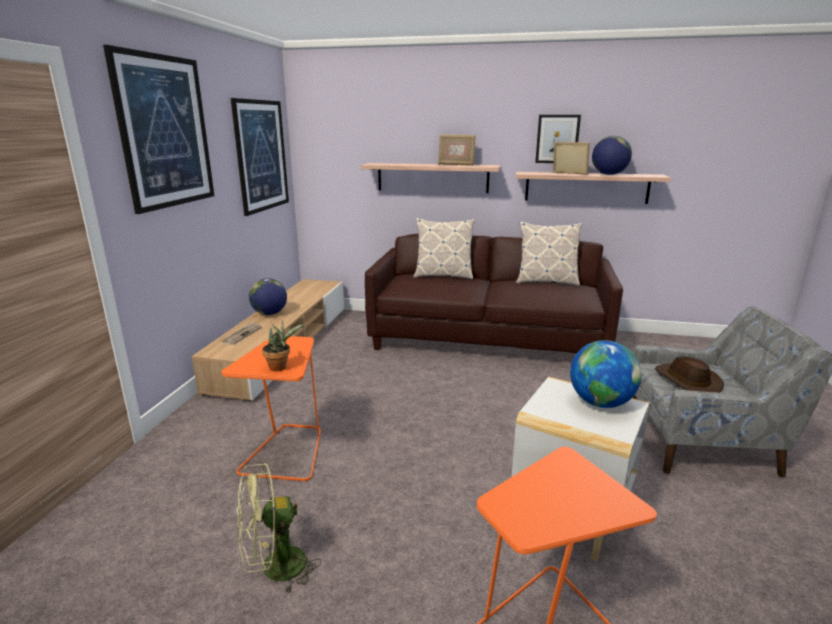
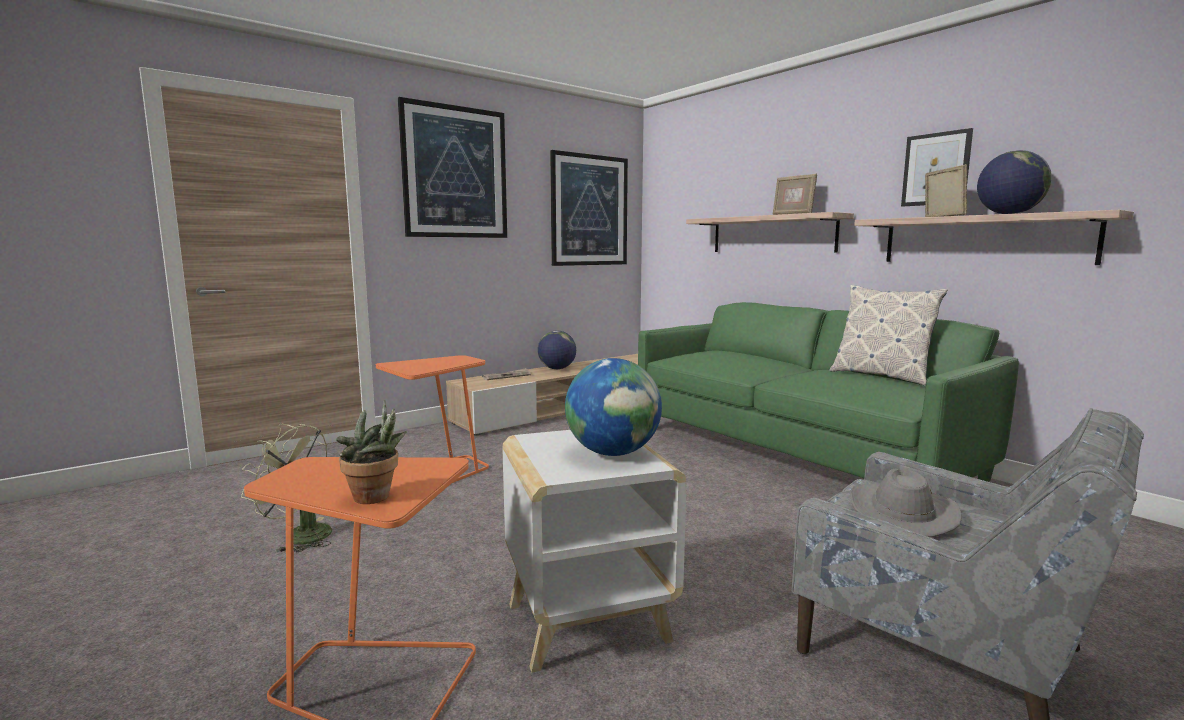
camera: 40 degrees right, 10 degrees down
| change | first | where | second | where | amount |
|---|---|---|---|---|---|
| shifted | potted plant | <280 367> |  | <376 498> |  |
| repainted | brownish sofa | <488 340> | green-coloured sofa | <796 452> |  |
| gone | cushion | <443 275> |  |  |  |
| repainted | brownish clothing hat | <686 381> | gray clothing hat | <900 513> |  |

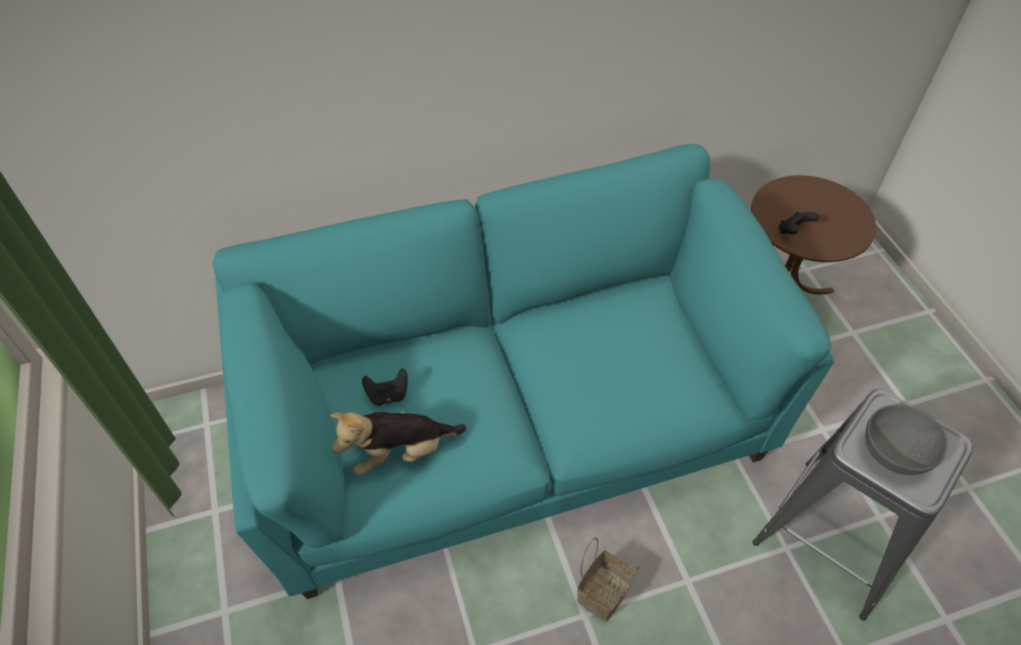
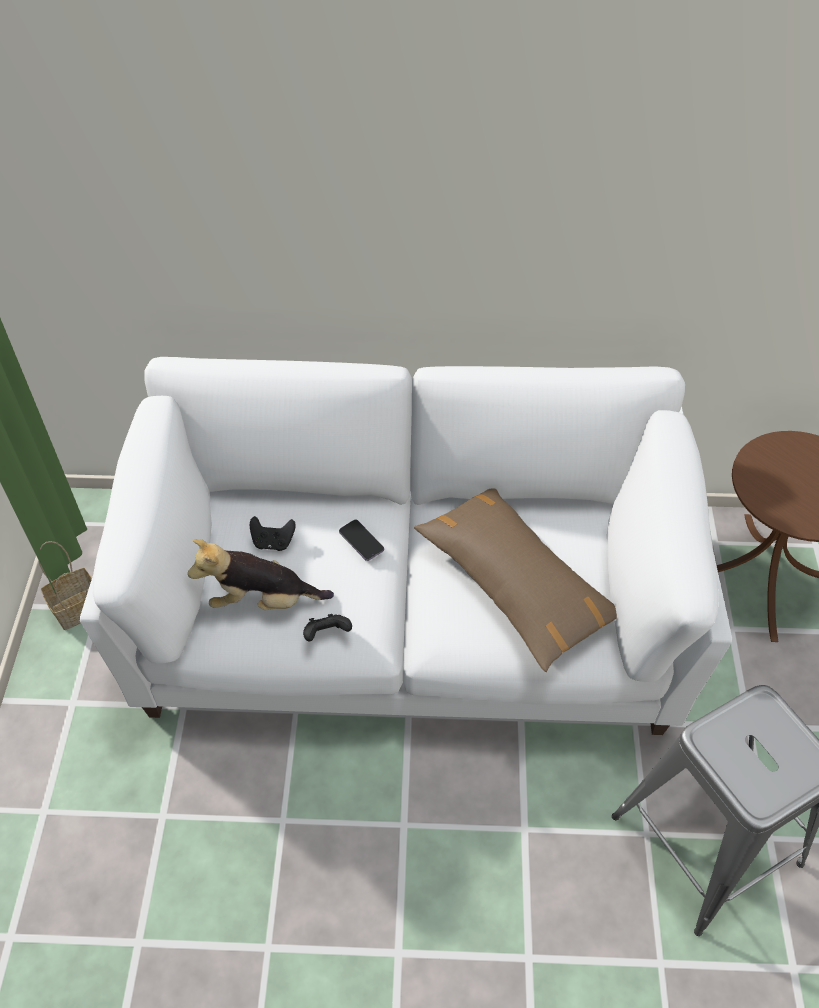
camera: 20 degrees right, 0 degrees up
| change | first | where | second | where | amount |
|---|---|---|---|---|---|
| repainted | turquoise sofa | <509 423> | whitish sofa | <409 613> |  |
| shifted | storage basket | <603 591> |  | <79 607> |  |
| shifted | blackish joypad | <793 231> |  | <327 634> |  |
| gone | gray deep dish | <896 454> |  |  |  |
| new |  |  | handset | <361 541> |  |
| new |  |  | brownish cushion | <515 584> |  |

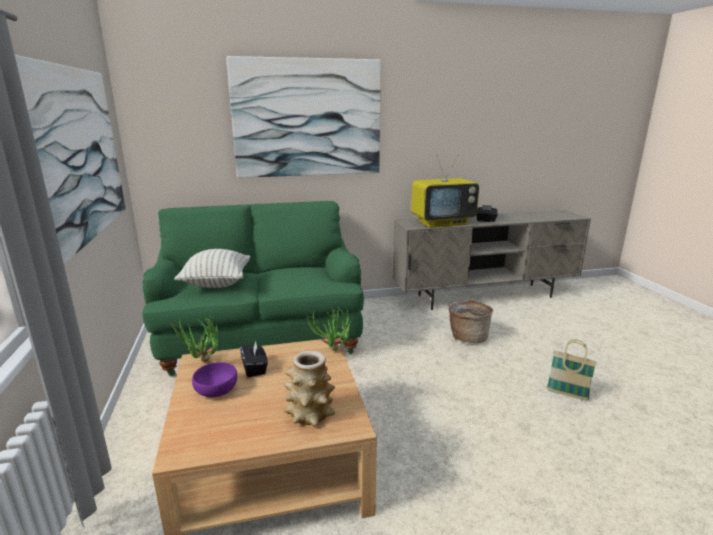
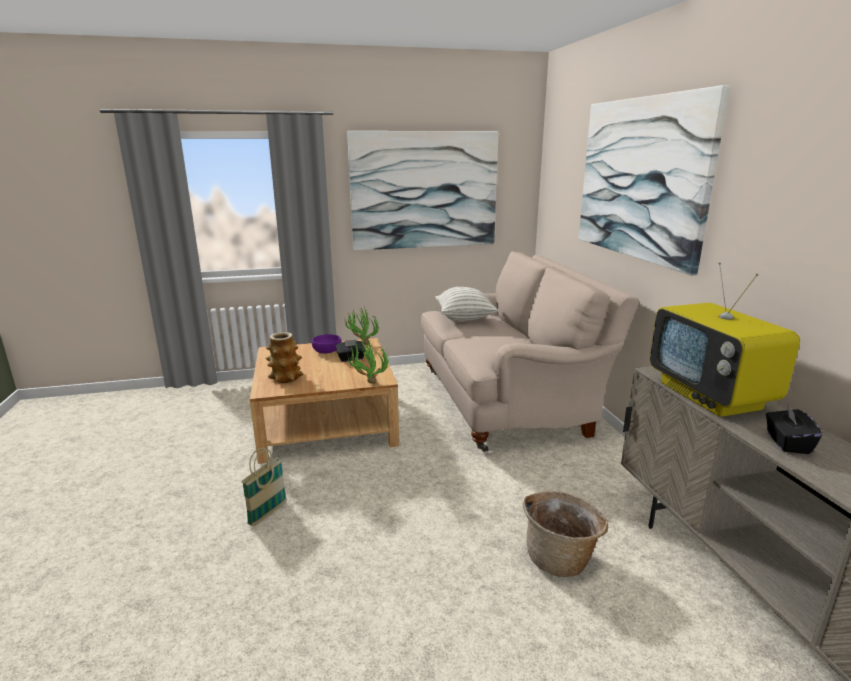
camera: 90 degrees right, 0 degrees up
| change | first | where | second | where | amount |
|---|---|---|---|---|---|
| repainted | green-coloured sofa | <262 337> | beige sofa | <508 401> |  |
| shifted | storage basket | <567 394> |  | <268 514> |  |

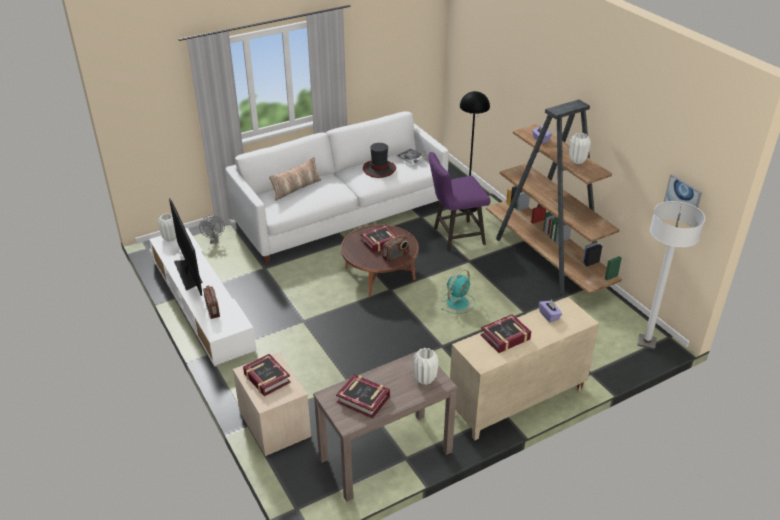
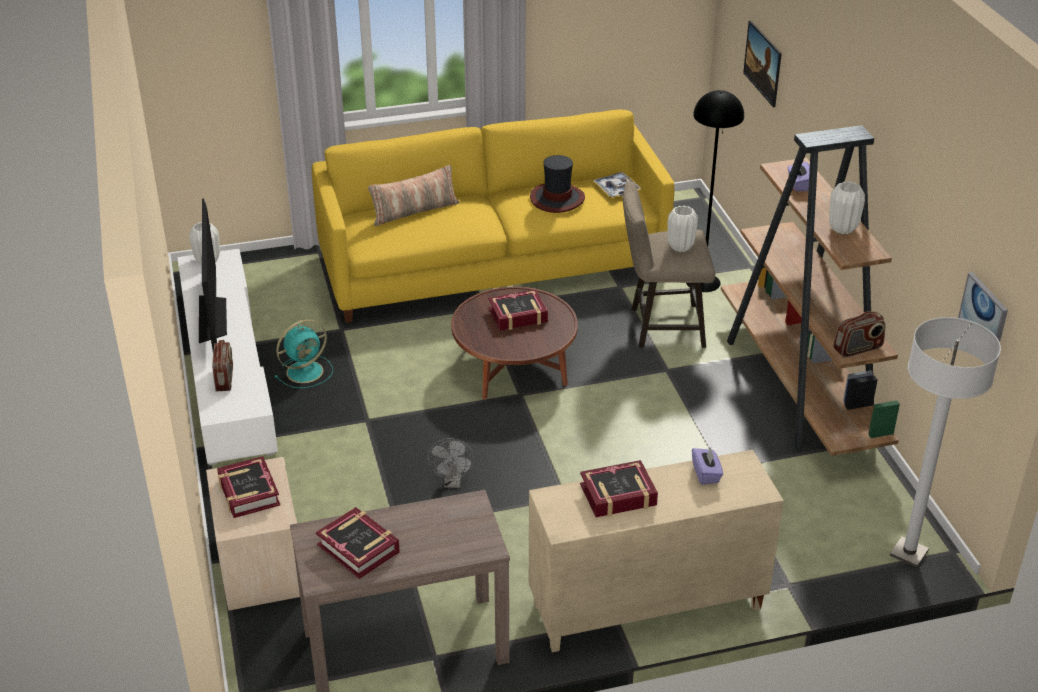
camera: 15 degrees right, 0 degrees up
| change | first | where | second | where | amount |
|---|---|---|---|---|---|
| shifted | gray fan | <214 240> |  | <453 482> |  |
| repainted | whitish sofa | <341 215> | yellowish sofa | <493 264> |  |
| shifted | radio set | <396 256> |  | <858 349> |  |
| shifted | whitish decorative vase | <424 379> |  | <680 247> |  |
| repainted | purplish stool | <455 236> | beige stool | <661 327> |  |
| shifted | turquoise fan | <458 302> |  | <306 371> |  |
| new |  |  | wall picture | <761 76> |  |

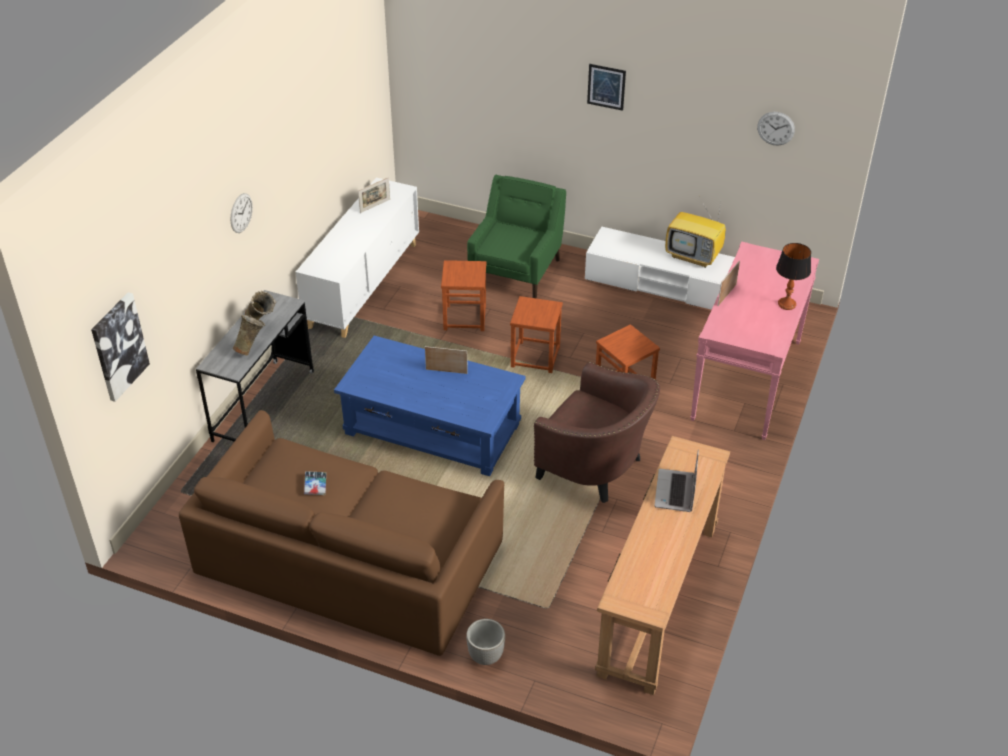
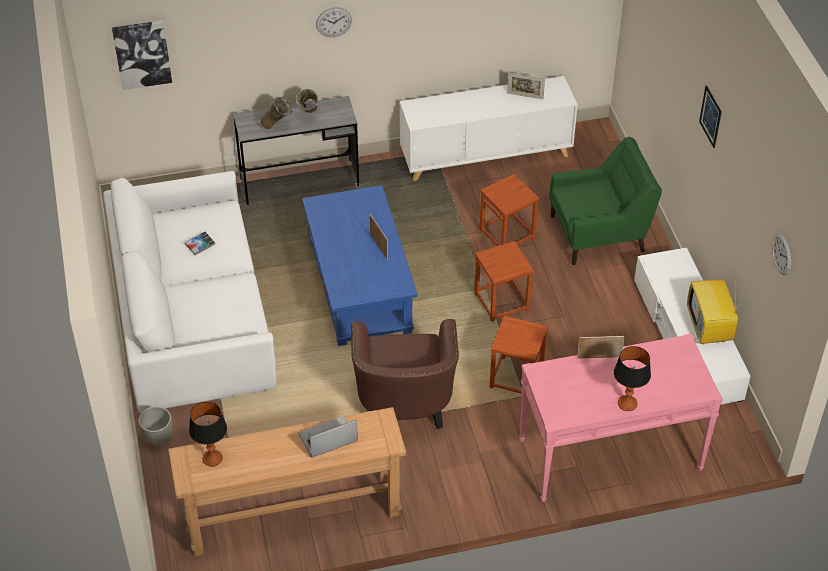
camera: 55 degrees right, 5 degrees up
| change | first | where | second | where | amount |
|---|---|---|---|---|---|
| repainted | brownish sofa | <348 557> | whitish sofa | <191 313> |  |
| new |  |  | tabletop lamp | <213 458> |  |

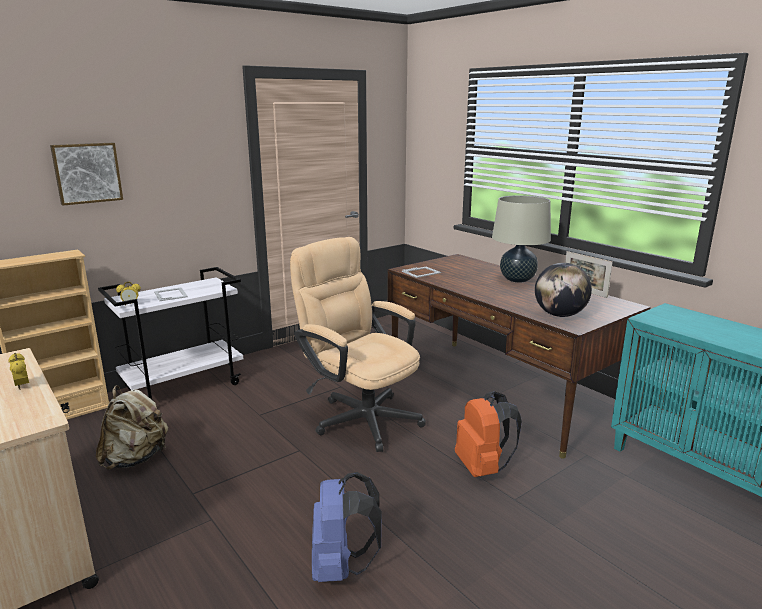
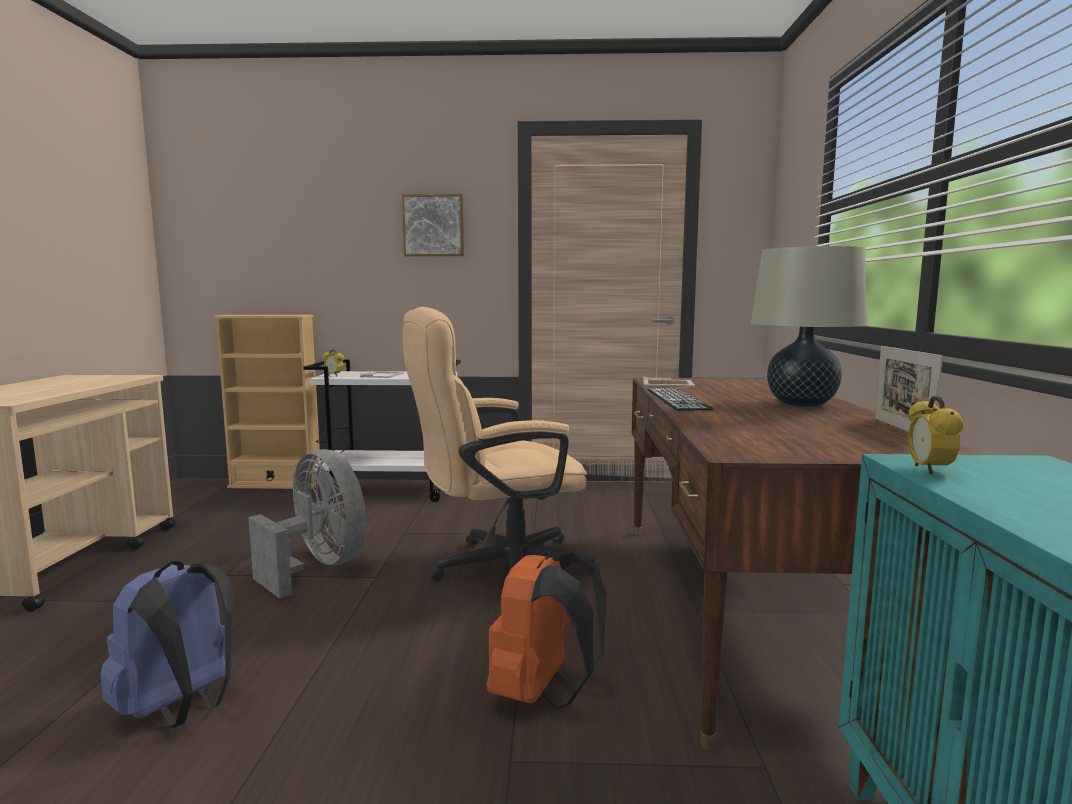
camera: 40 degrees right, 10 degrees down
| change | first | where | second | where | amount |
|---|---|---|---|---|---|
| shifted | bedside clock | <22 386> |  | <929 470> |  |
| shifted | wall picture | <87 173> |  | <433 225> |  |
| gone | beige rucksack | <135 459> |  |  |  |
| rotated | beige desk chair | <360 416> |  | <497 569> | 105 degrees counterclockwise |
| gone | desk globe | <559 315> |  |  |  |
| new |  |  | gray fan | <318 567> |  |
| new |  |  | keyboard | <677 399> |  |

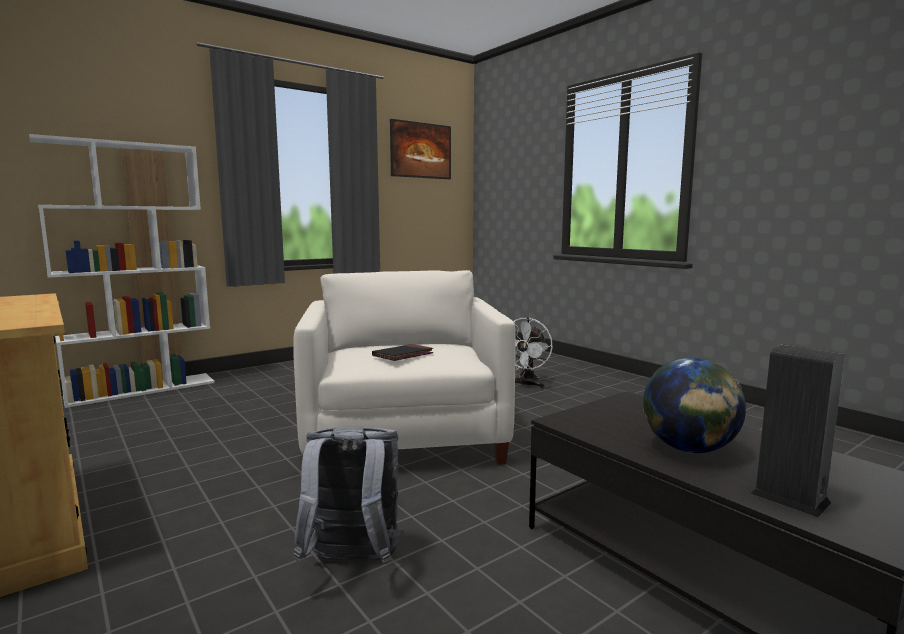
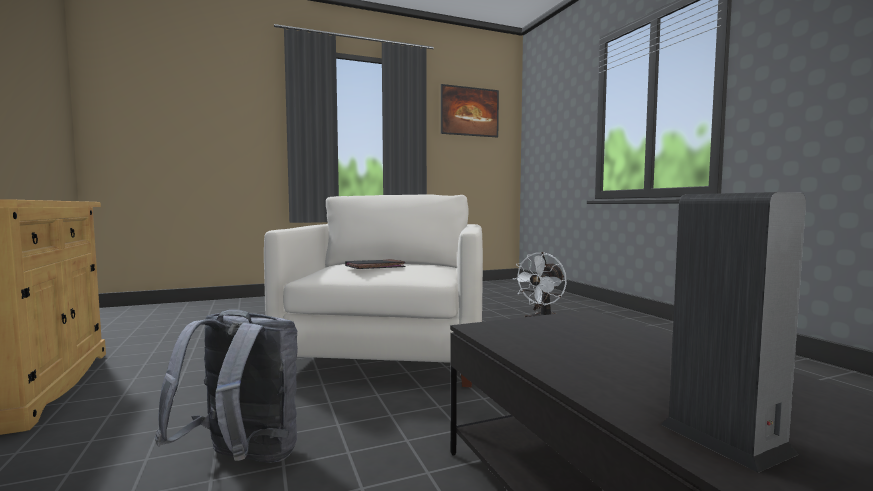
camera: 15 degrees right, 5 degrees down
| change | first | where | second | where | amount |
|---|---|---|---|---|---|
| gone | whitish shelving unit | <142 389> |  |  |  |
| gone | desk globe | <689 449> |  |  |  |

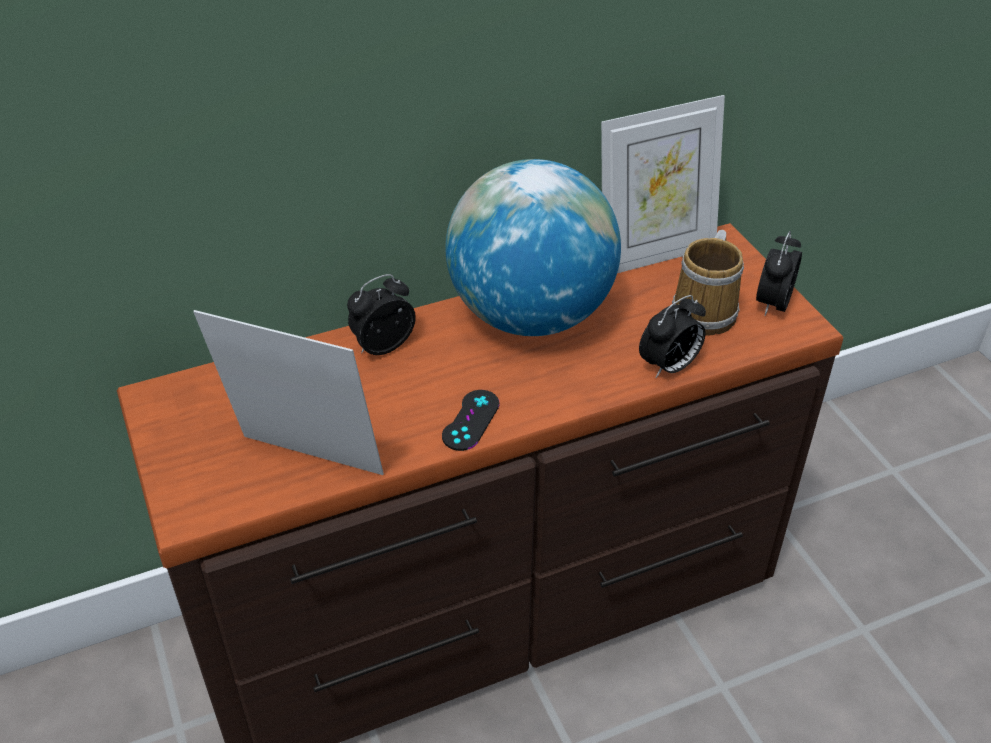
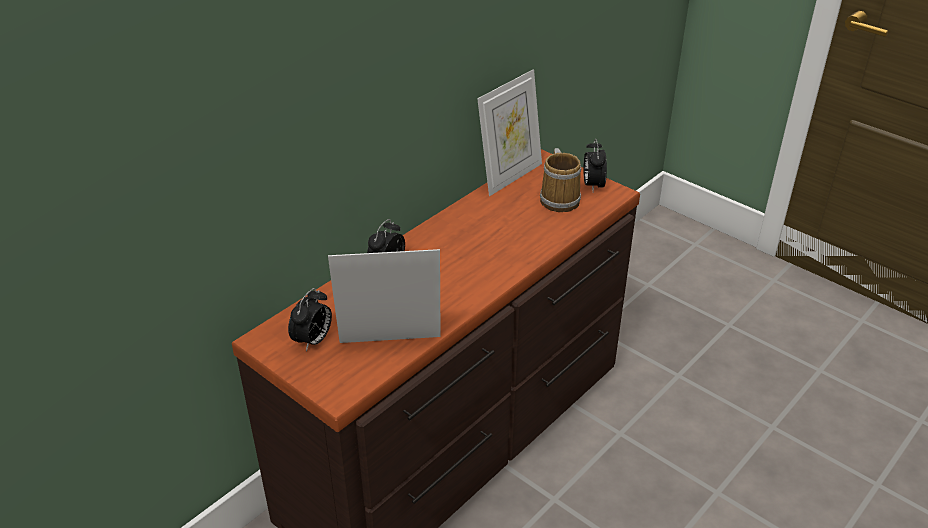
camera: 25 degrees left, 5 degrees down
| change | first | where | second | where | amount |
|---|---|---|---|---|---|
| gone | blackish joypad | <470 420> |  |  |  |
| gone | desk globe | <530 316> |  |  |  |
| shifted | bedside clock | <669 367> |  | <313 341> |  |

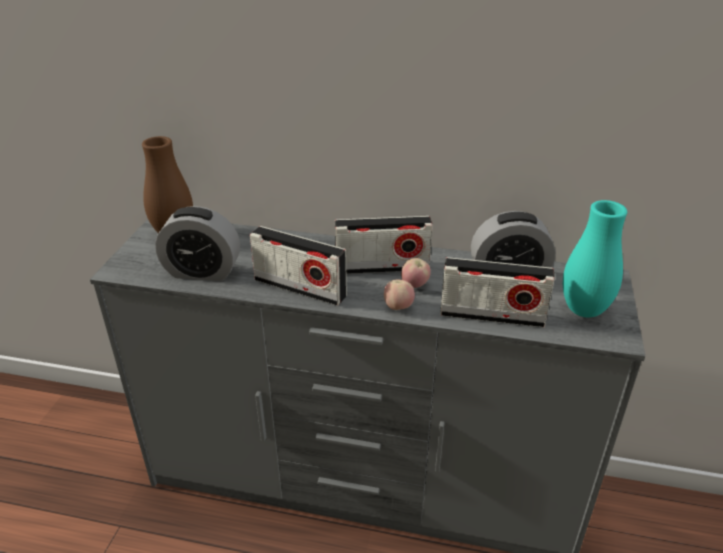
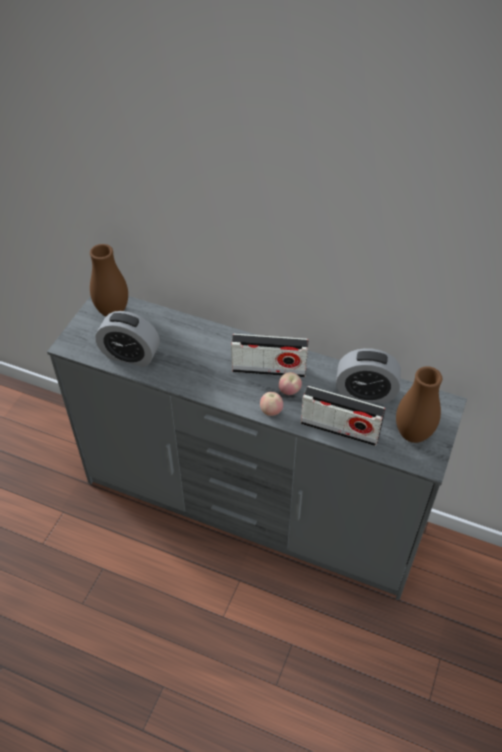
camera: 10 degrees right, 15 degrees up
| change | first | where | second | where | amount |
|---|---|---|---|---|---|
| gone | radio set | <300 288> |  |  |  |
| repainted | turquoise decorative vase | <584 310> | brownish decorative vase | <412 434> |  |

